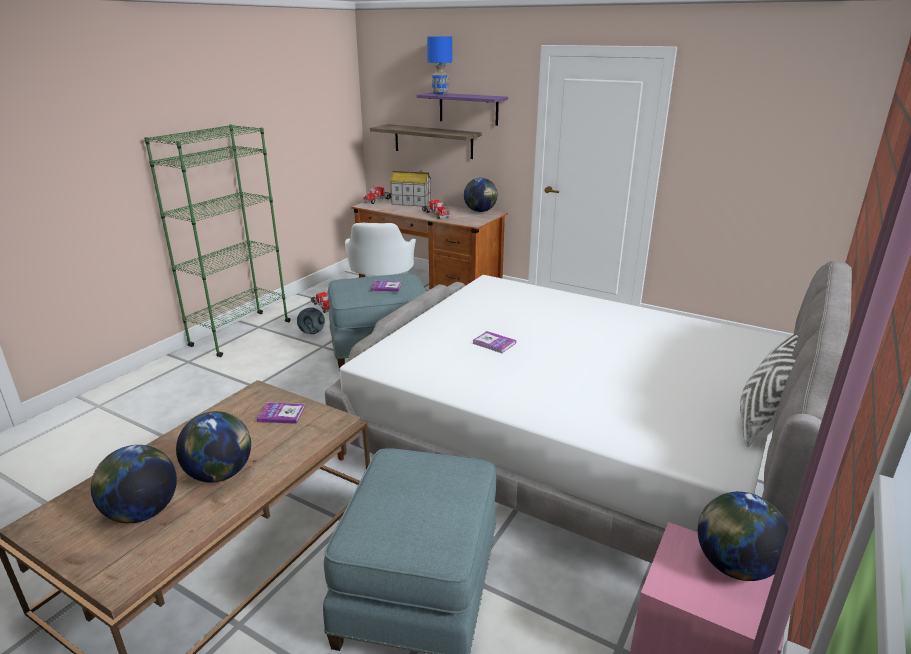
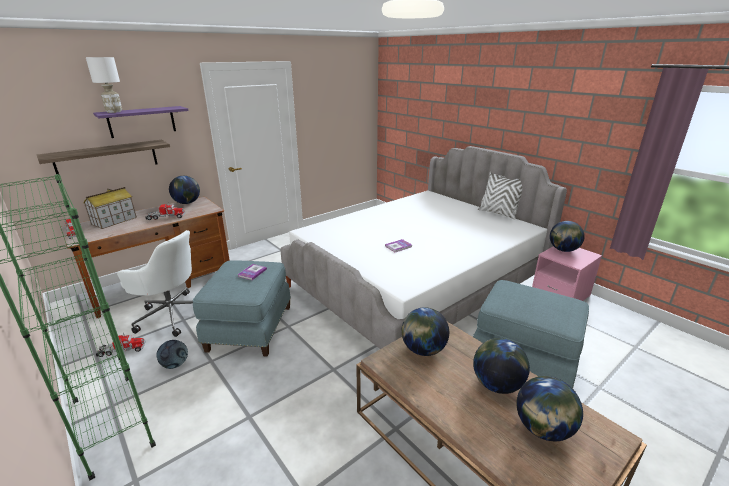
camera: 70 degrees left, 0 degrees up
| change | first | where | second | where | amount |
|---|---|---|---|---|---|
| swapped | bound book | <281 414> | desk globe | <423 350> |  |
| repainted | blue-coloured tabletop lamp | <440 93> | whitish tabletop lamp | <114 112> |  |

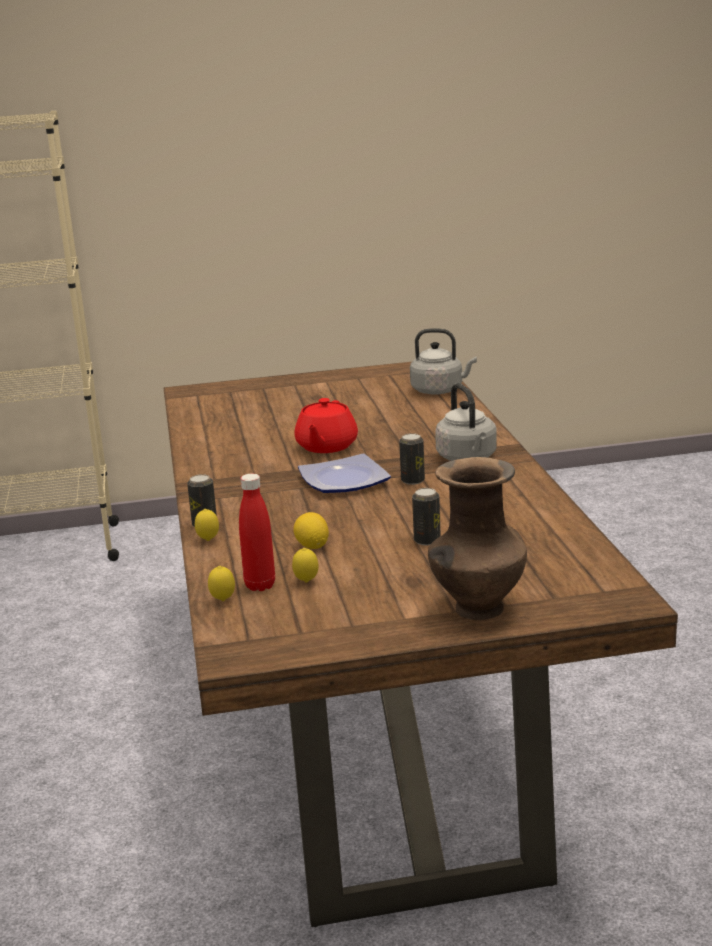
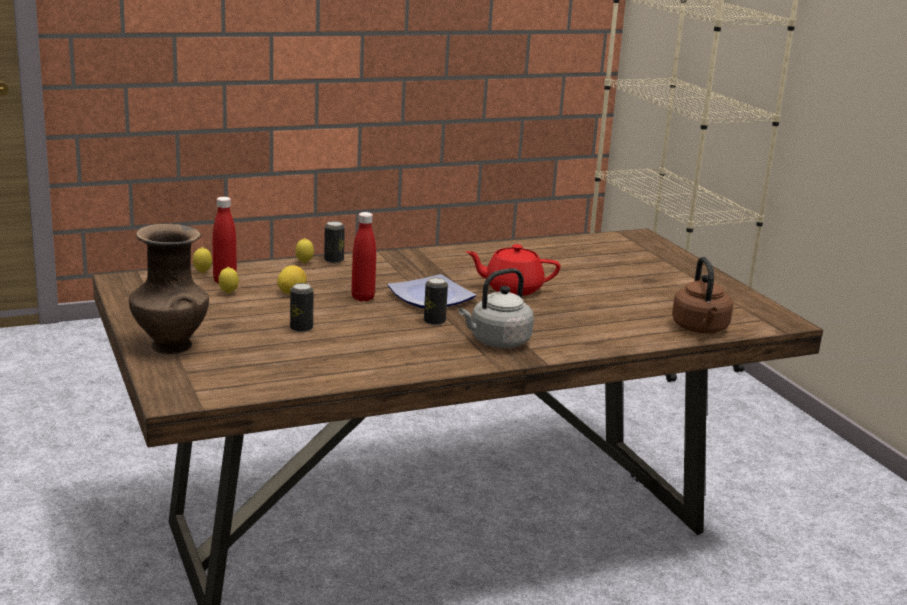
camera: 75 degrees right, 0 degrees up
| change | first | where | second | where | amount |
|---|---|---|---|---|---|
| repainted | gray water kettle | <440 390> | brownish water kettle | <700 329> |  |
| new |  |  | reddish beverage bottle | <363 298> |  |

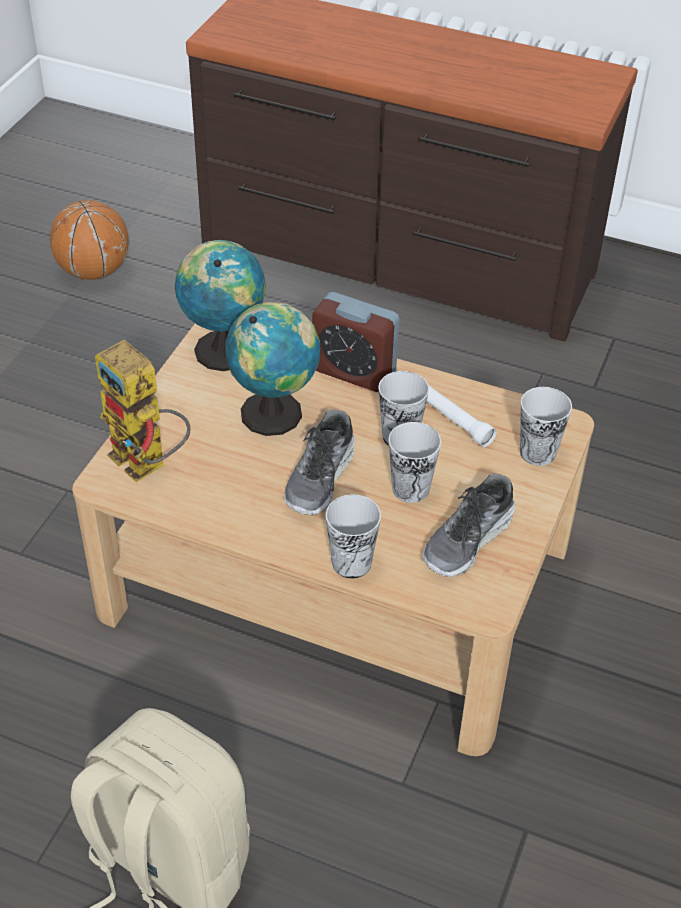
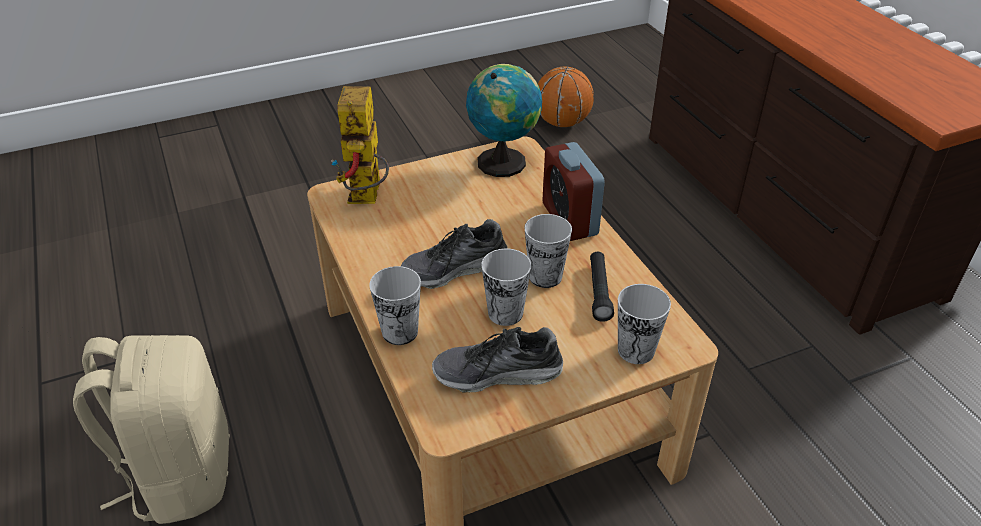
camera: 45 degrees right, 5 degrees down
| change | first | where | second | where | amount |
|---|---|---|---|---|---|
| gone | desk globe | <275 412> |  |  |  |
| repainted | whitish flashlight | <455 422> | blackish flashlight | <599 292> |  |

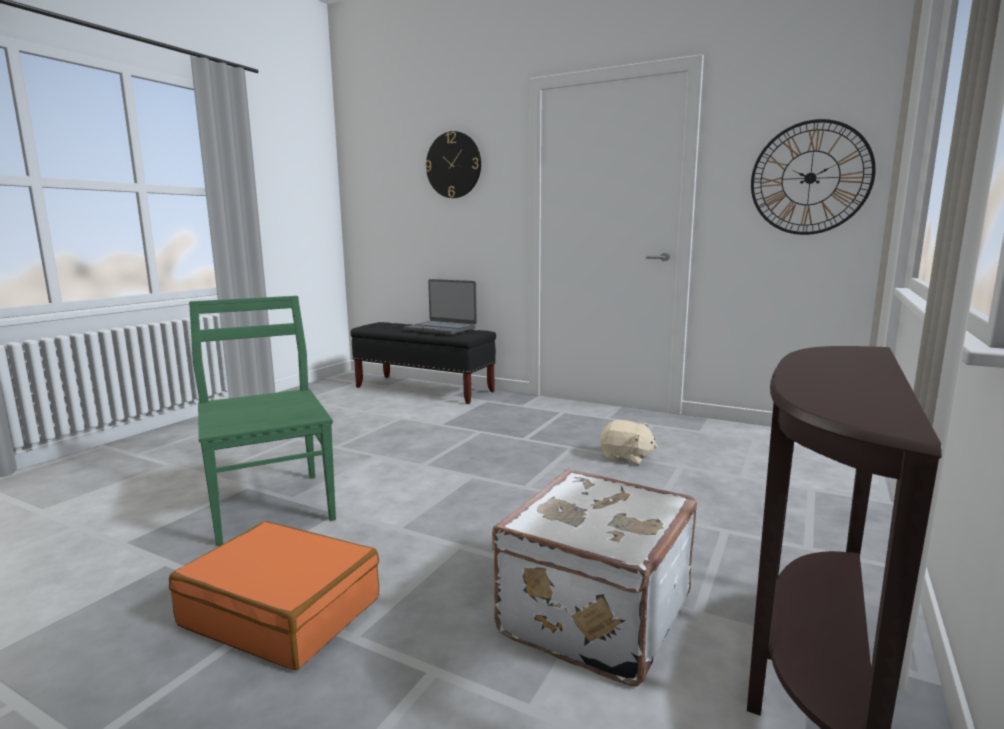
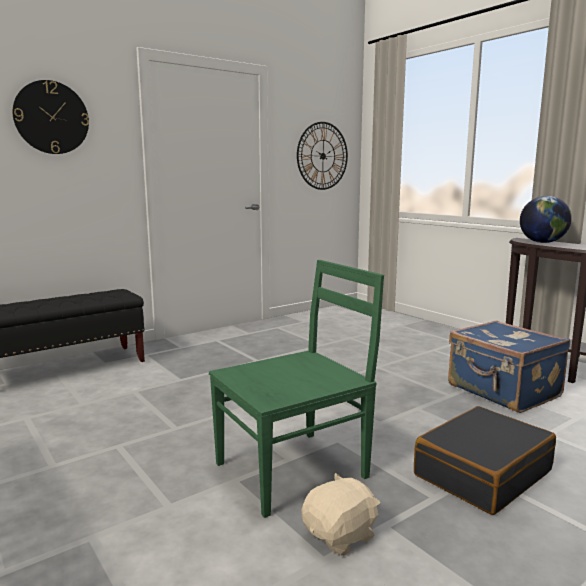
camera: 65 degrees left, 0 degrees up
| change | first | where | second | where | amount |
|---|---|---|---|---|---|
| repainted | orange travel case | <282 611> | blackish travel case | <482 473> |  |
| rotated | green-coloured chair | <271 504> |  | <295 469> | 150 degrees clockwise |
| gone | portable computer | <441 329> |  |  |  |
| repainted | whitish travel case | <592 614> | blue-coloured travel case | <503 392> |  |
| shifted | beige cuddly toy | <626 458> |  | <341 536> |  |
| new |  |  | desk globe | <542 242> |  |

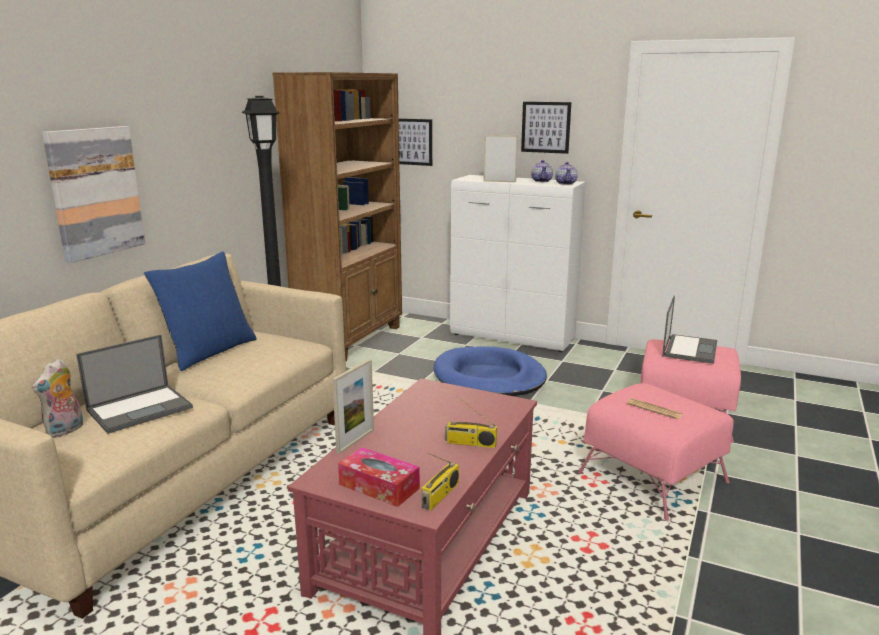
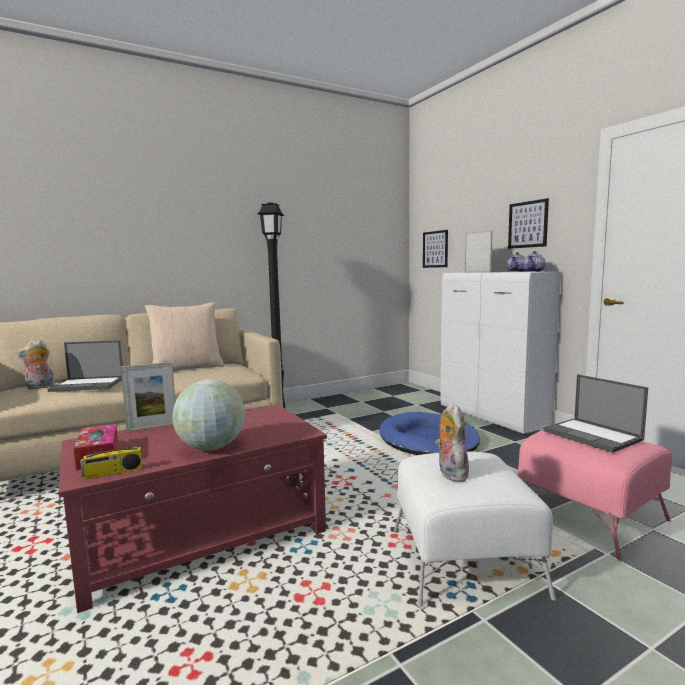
camera: 35 degrees right, 10 degrees down
| change | first | where | second | where | amount |
|---|---|---|---|---|---|
| gone | wall picture | <95 192> |  |  |  |
| repainted | blue-coloured cushion | <209 351> | beige cushion | <187 368> |  |
| gone | brownish shelving unit | <351 339> |  |  |  |
| swapped | radio set | <470 443> | desk globe | <211 447> |  |
| repainted | pink-coloured ottoman | <653 478> | whitish ottoman | <464 562> |  |
| swapped | daily paper | <654 409> | cuddly toy | <450 473> |  |
| rotated | portable computer | <689 349> |  | <593 435> | 90 degrees clockwise |

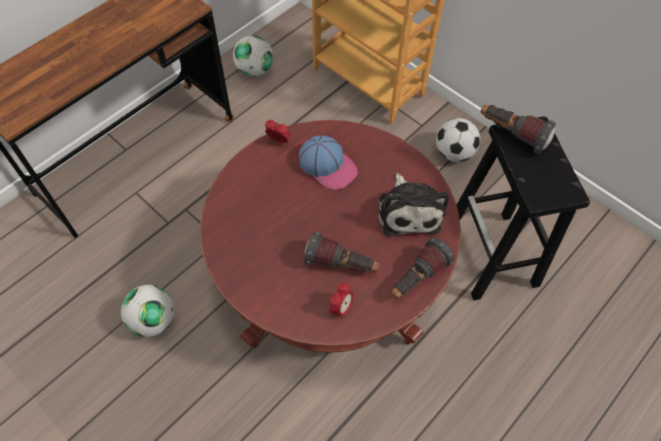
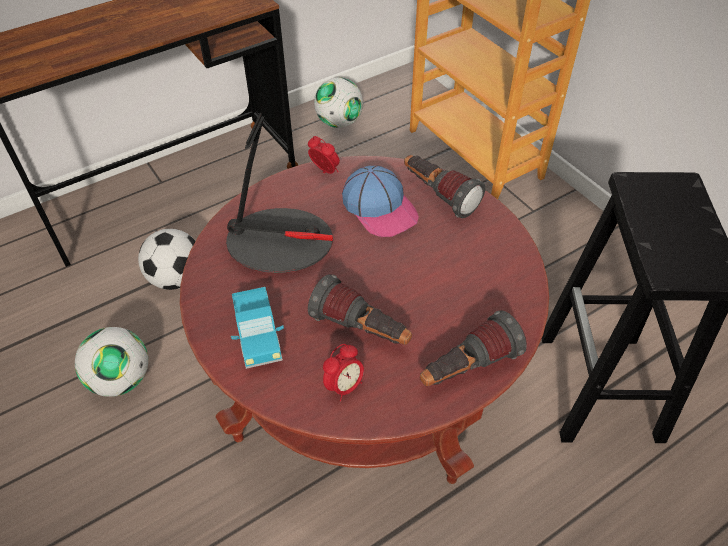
camera: 15 degrees right, 10 degrees down
| change | first | where | second | where | amount |
|---|---|---|---|---|---|
| gone | cuddly toy | <409 210> |  |  |  |
| shifted | football | <454 153> |  | <176 278> |  |
| shifted | flashlight | <511 135> |  | <438 195> |  |
| new |  |  | tabletop lamp | <280 243> |  |
| new |  |  | toy lorry | <258 336> |  |

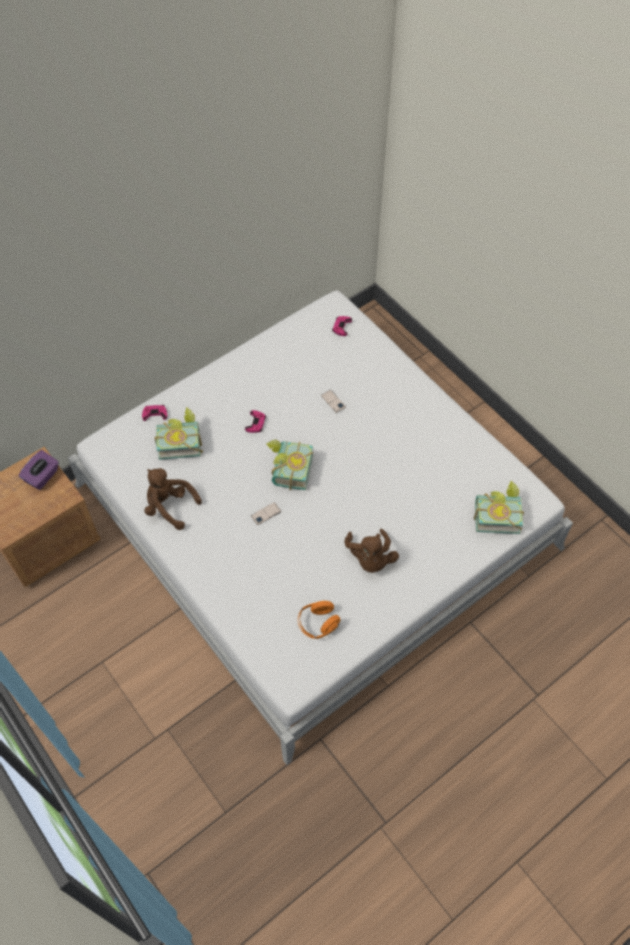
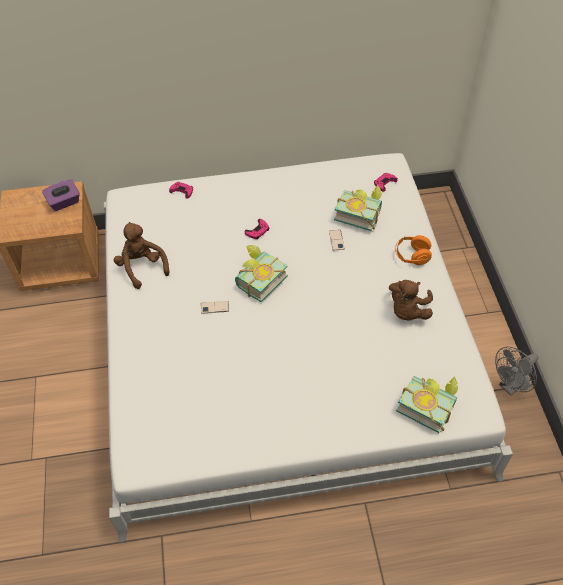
camera: 30 degrees right, 5 degrees down
| change | first | where | second | where | amount |
|---|---|---|---|---|---|
| shifted | bound book | <179 441> |  | <359 213> |  |
| shifted | orange pair of headphones | <318 624> |  | <412 256> |  |
| shifted | brownish cuddly toy | <370 559> |  | <407 311> |  |
| new |  |  | gray fan | <510 386> |  |

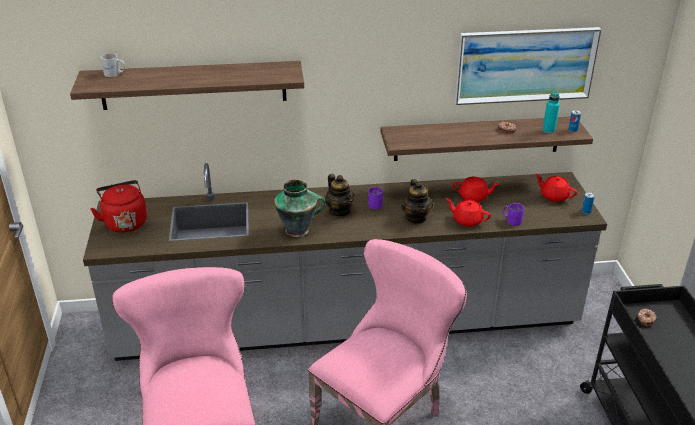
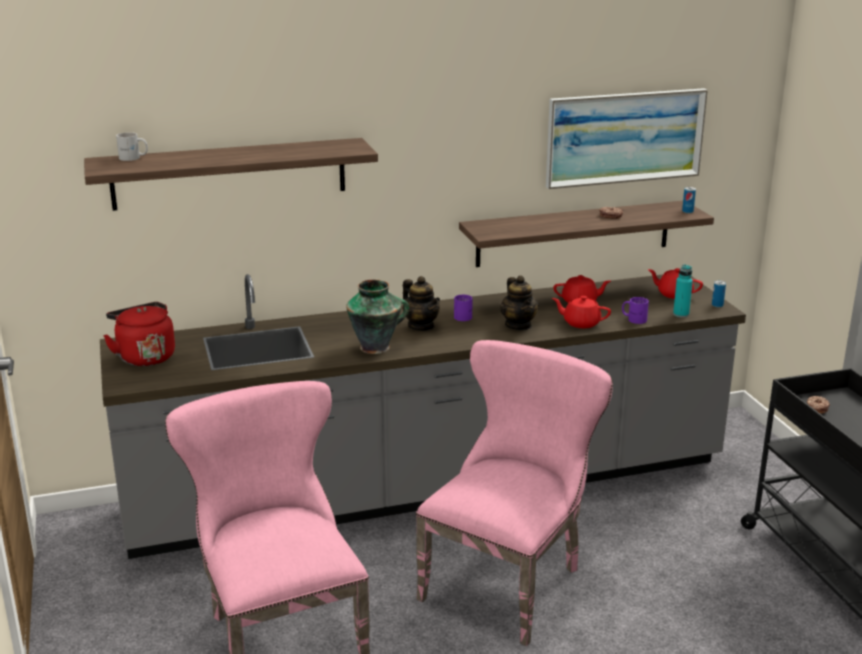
camera: 10 degrees left, 10 degrees down
| change | first | where | second | where | amount |
|---|---|---|---|---|---|
| shifted | turquoise beverage bottle | <548 130> |  | <681 314> |  |

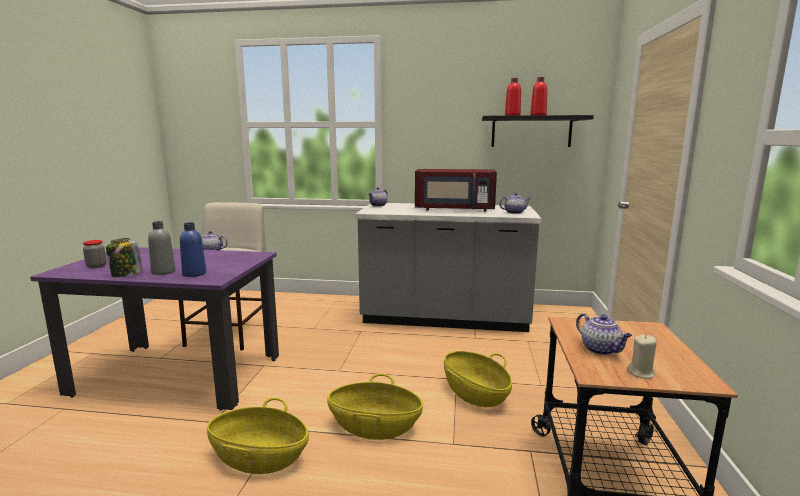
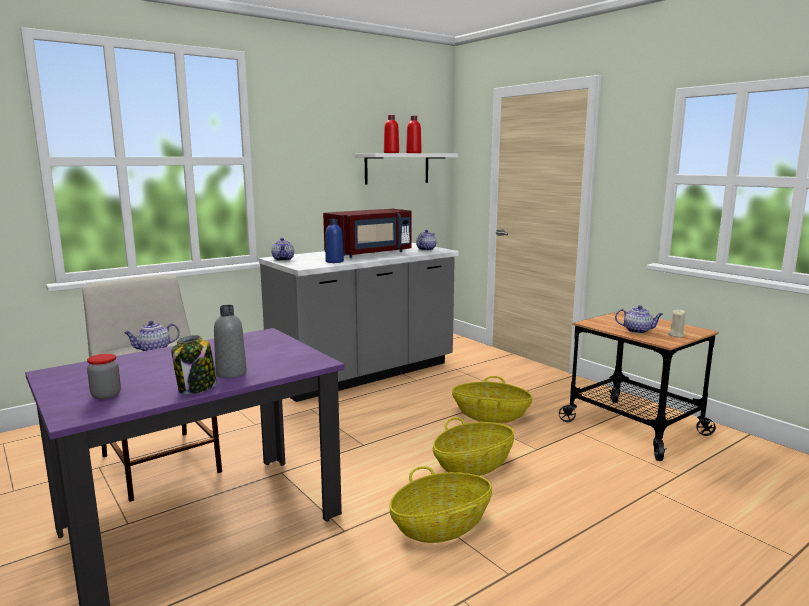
camera: 45 degrees left, 0 degrees up
| change | first | where | second | where | amount |
|---|---|---|---|---|---|
| shifted | blue-coloured beverage bottle | <194 274> |  | <334 261> |  |
| repainted | blackish shelf | <531 131> | whitish shelf | <397 168> |  |

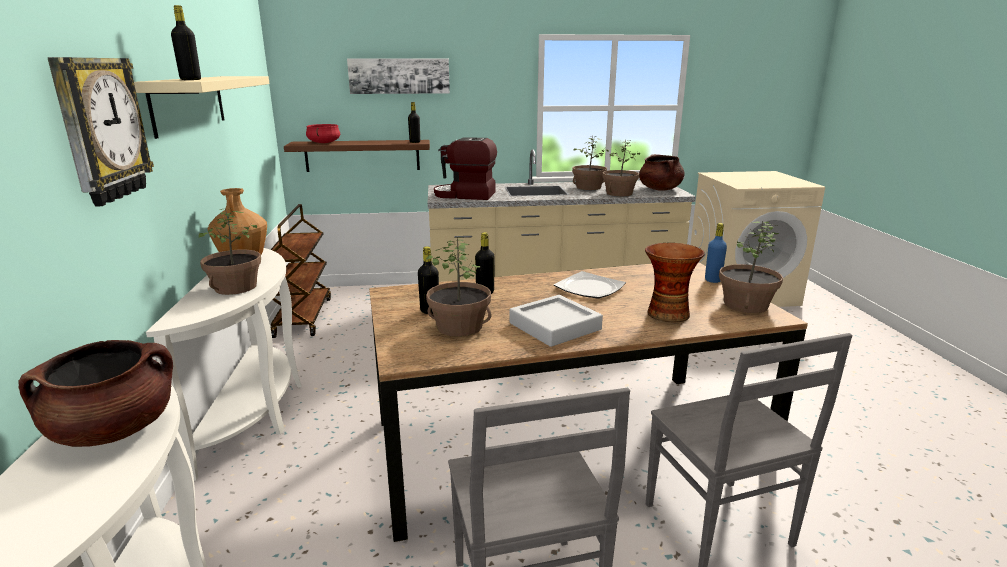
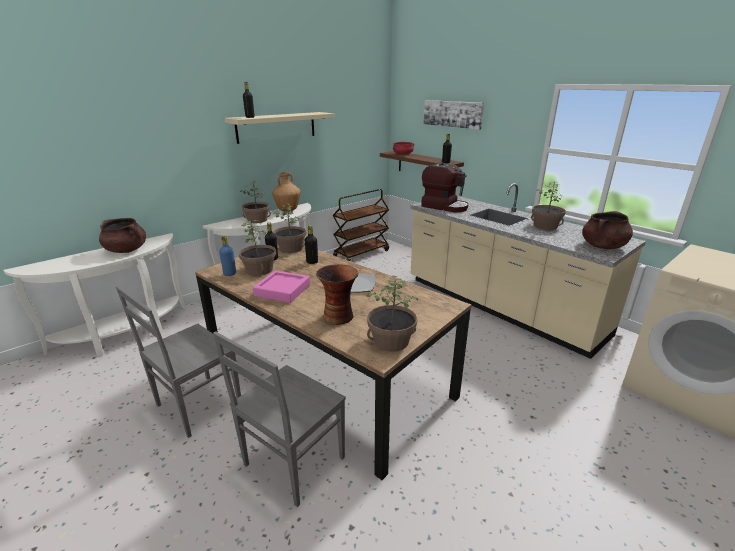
camera: 55 degrees right, 5 degrees up
| change | first | where | second | where | amount |
|---|---|---|---|---|---|
| gone | clock on the wall | <101 129> |  |  |  |
| rotated | coffee brewer | <465 195> |  | <444 206> | 150 degrees clockwise |
| repainted | gray serving tray | <555 326> | pink-coloured serving tray | <282 290> |  |
| shifted | potted plant | <619 193> |  | <291 248> |  |
| shifted | blue-coloured beverage bottle | <713 280> |  | <230 274> |  |

